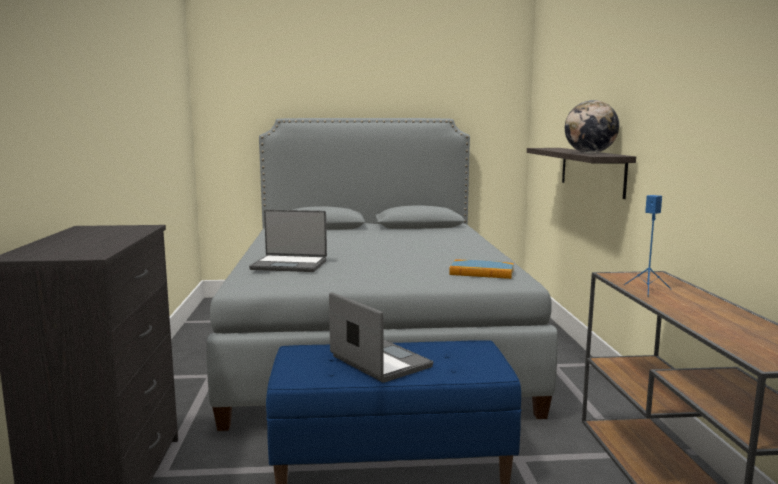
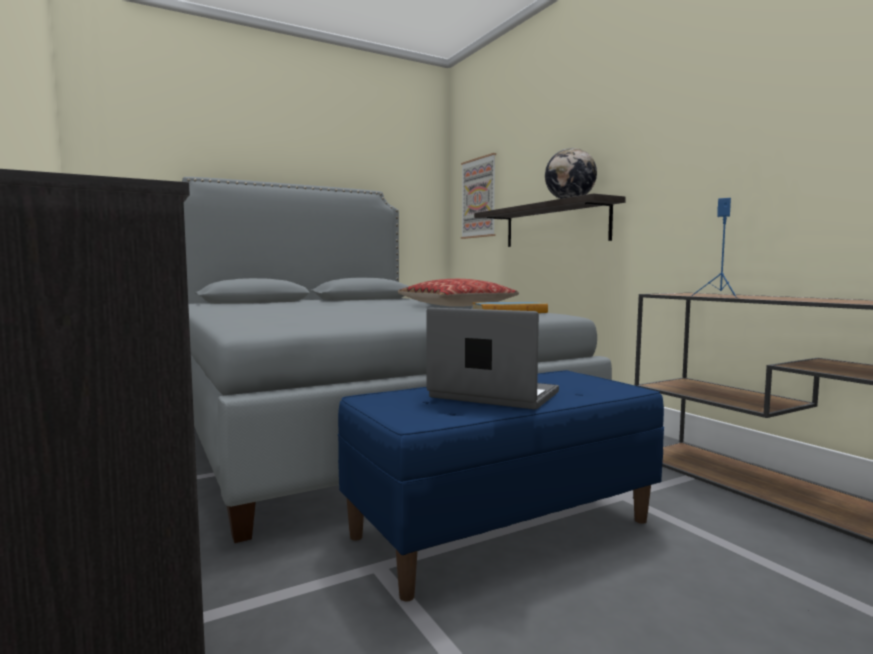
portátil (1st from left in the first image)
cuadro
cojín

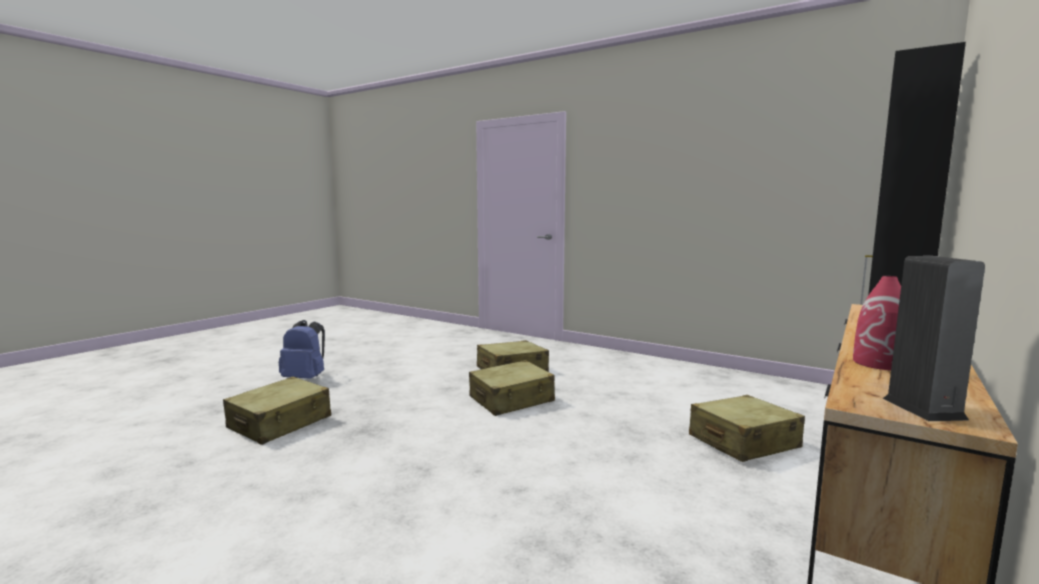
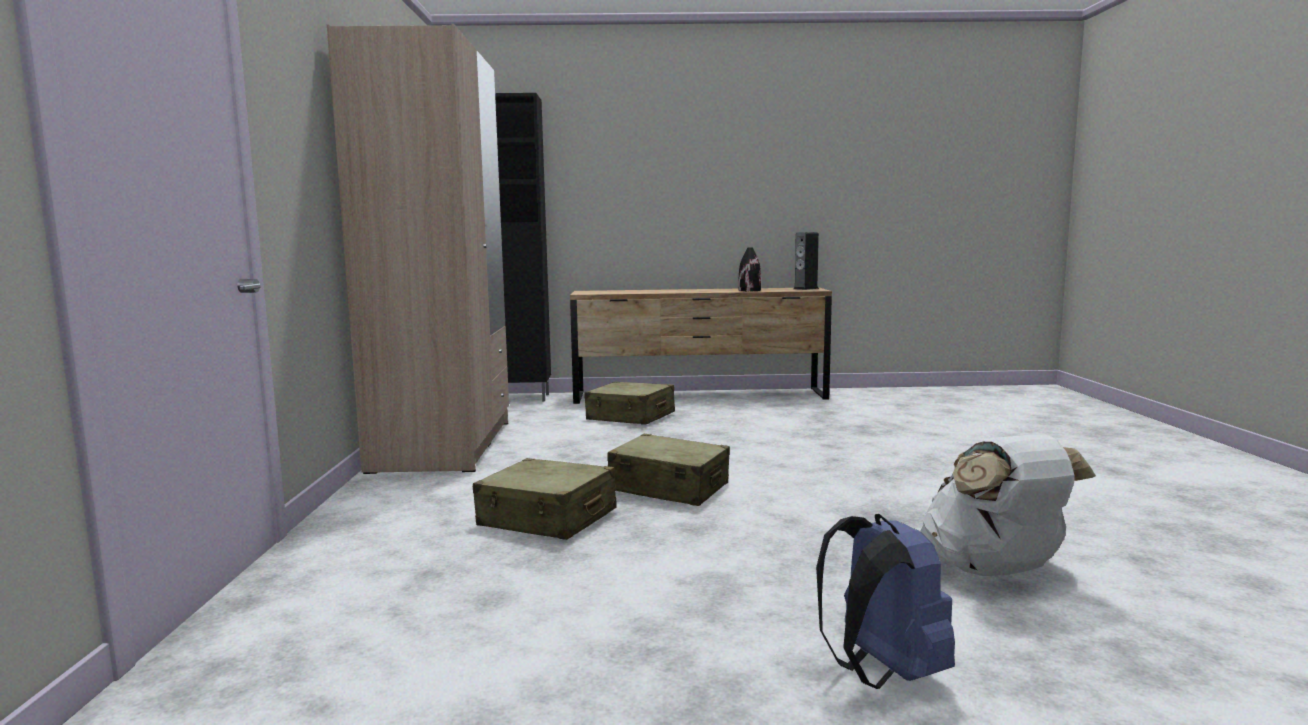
florero (negro)
mochila (blanco)
armario ropero (beis)

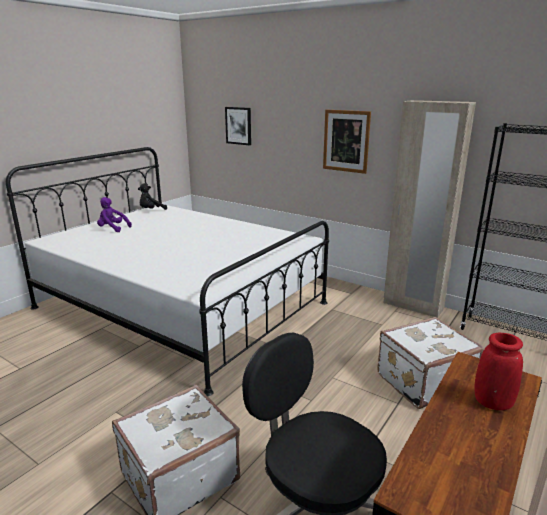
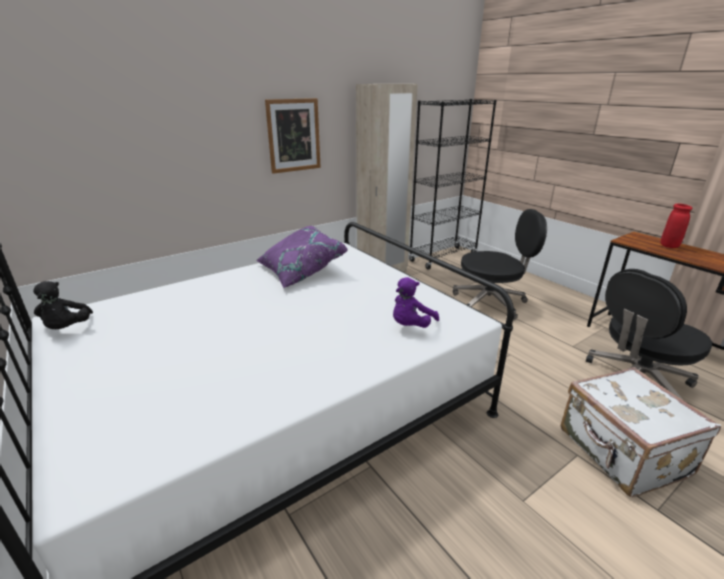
cuadro (1st from left in the first image)
peluche (morado)
silla de oficina (negro) (1st from left)
cojín (morado)

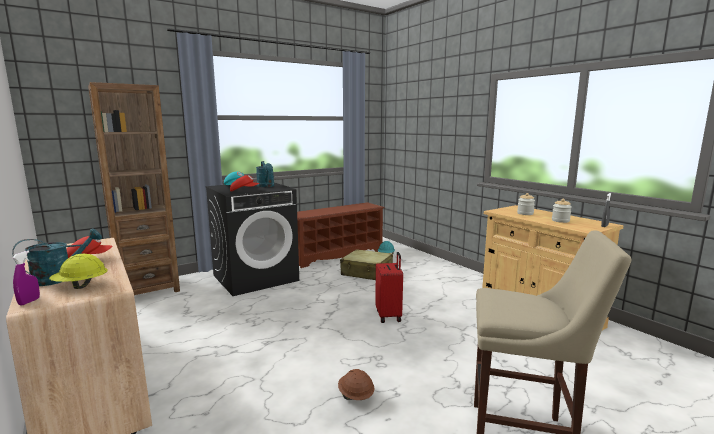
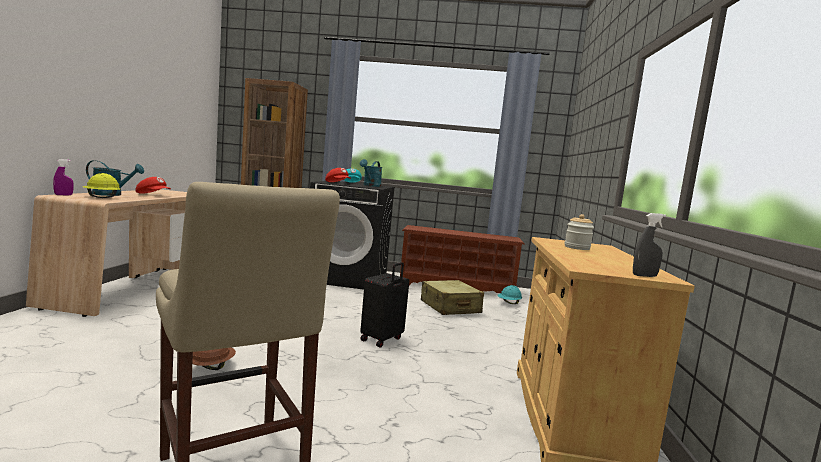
tarro (2nd from left in the first image)
maleta (negro)

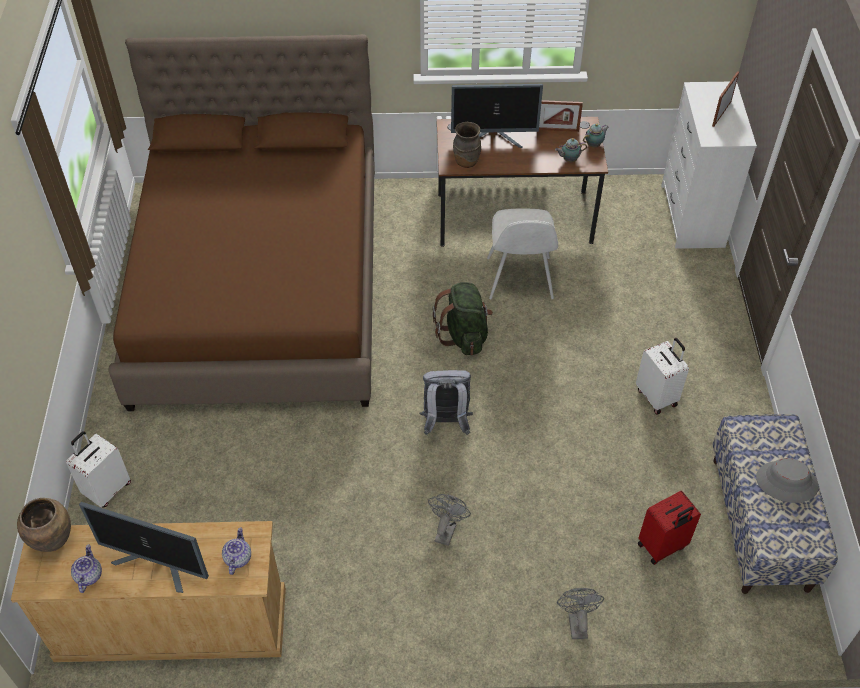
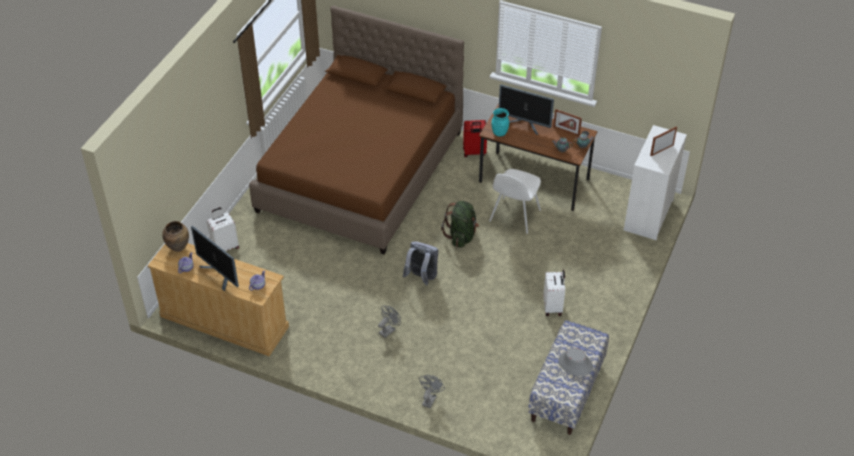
florero (turquesa)
maleta (rojo)

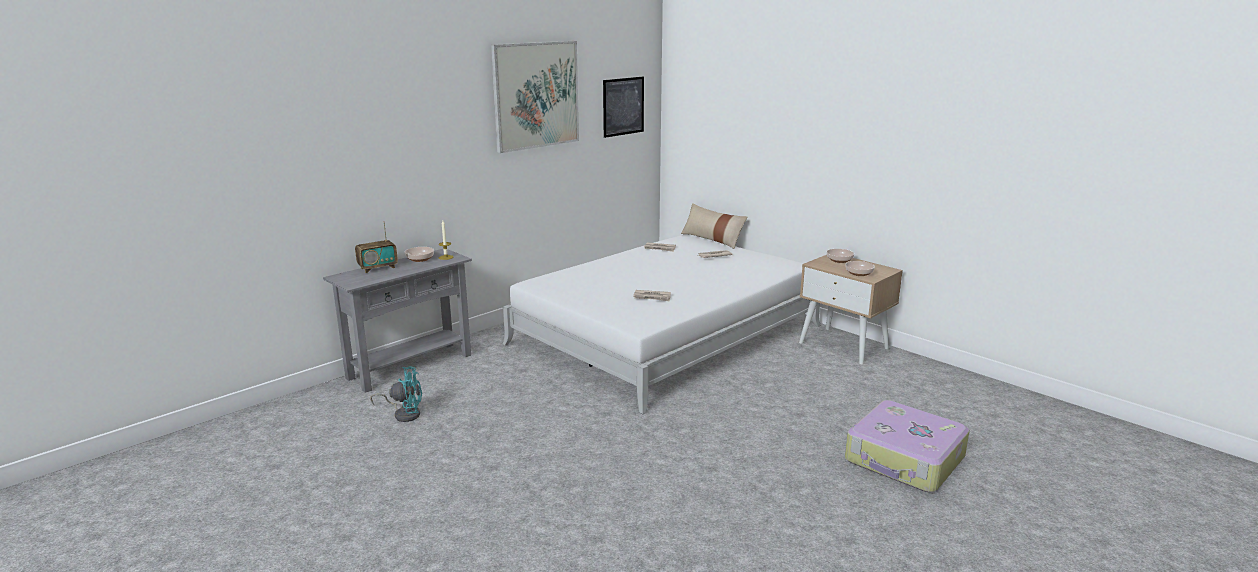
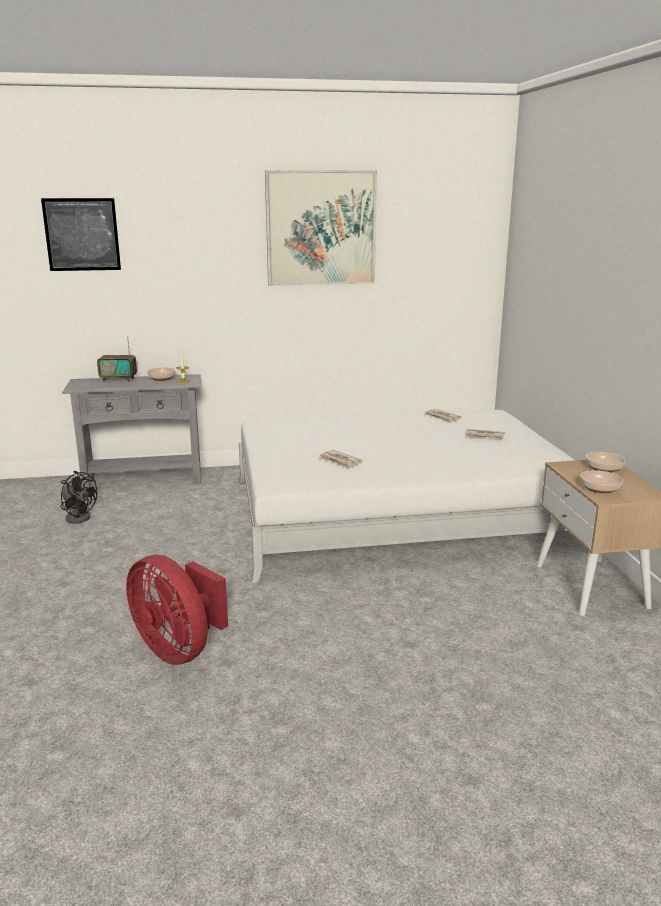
cuadro (1st from left)
cojín (beis)
ventilador (negro)
maleta
ventilador (rojo)

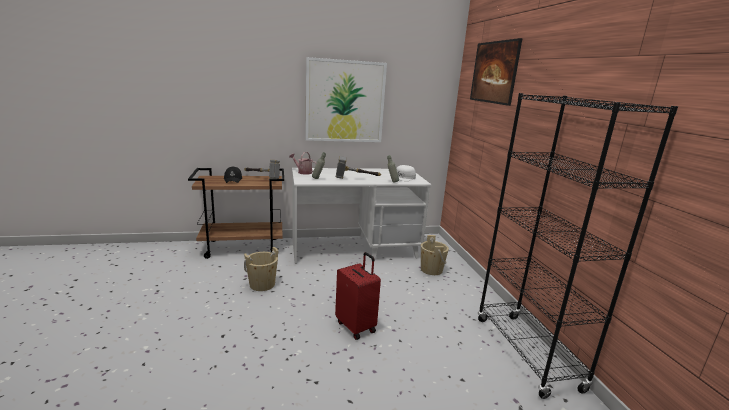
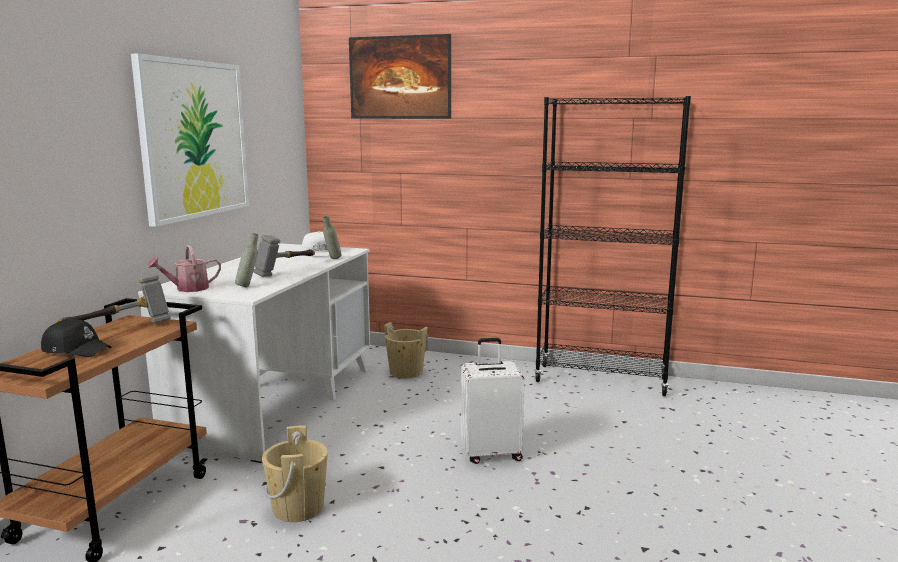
maleta (blanco)

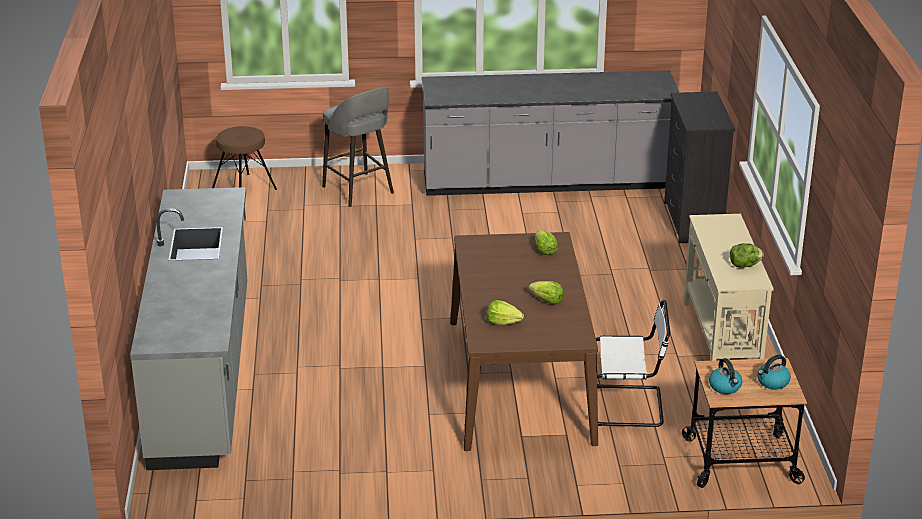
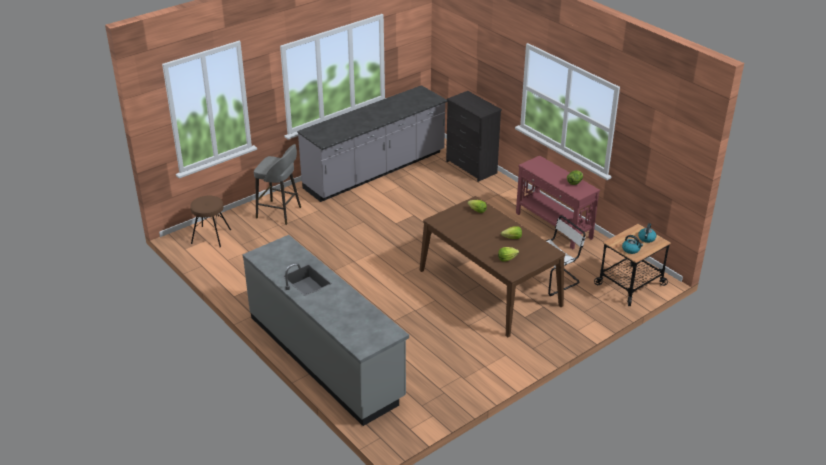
mesa consola (rojo)

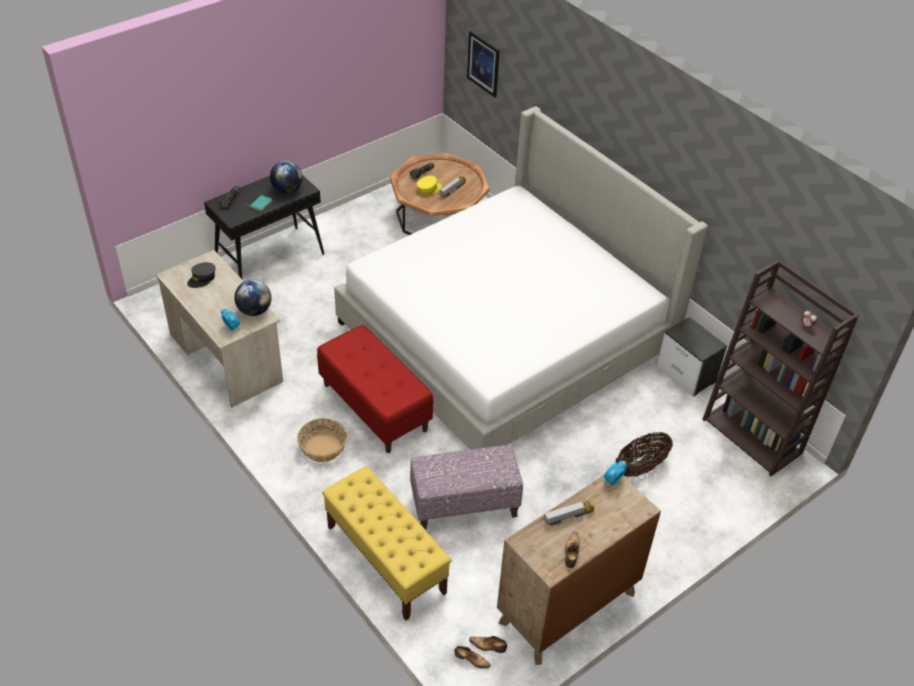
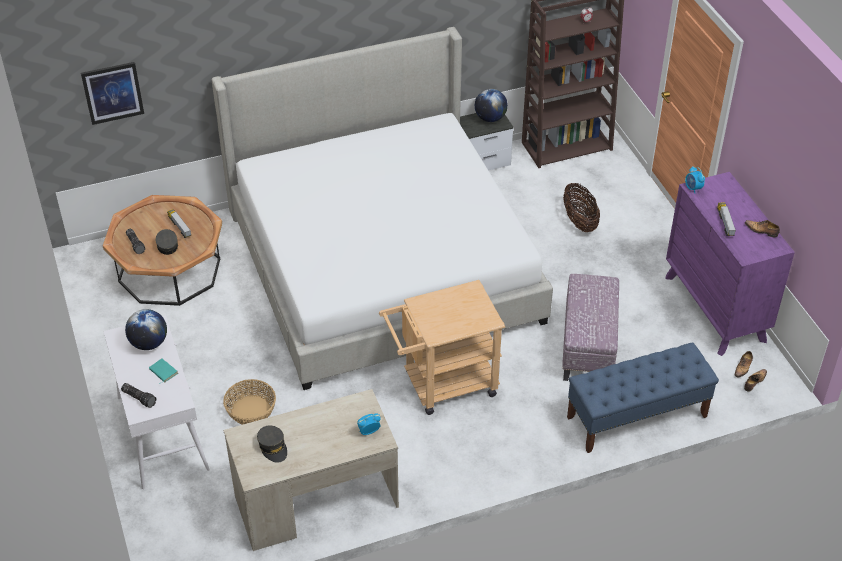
mesa consola (blanco)
gorra (gris) (1st from left)
globo terráqueo (2nd from left)
carrito (beis)
cesta (1st from left)
banco (azul)
cómoda (morado)

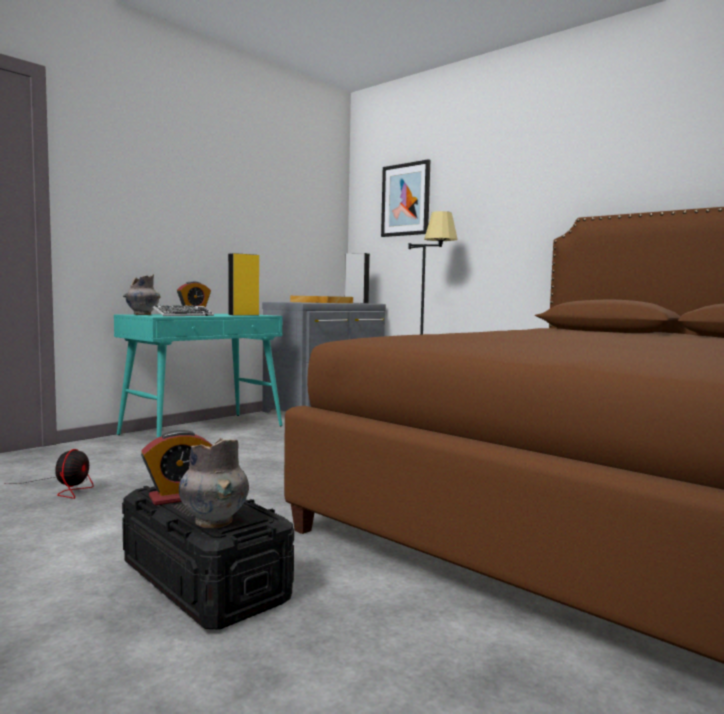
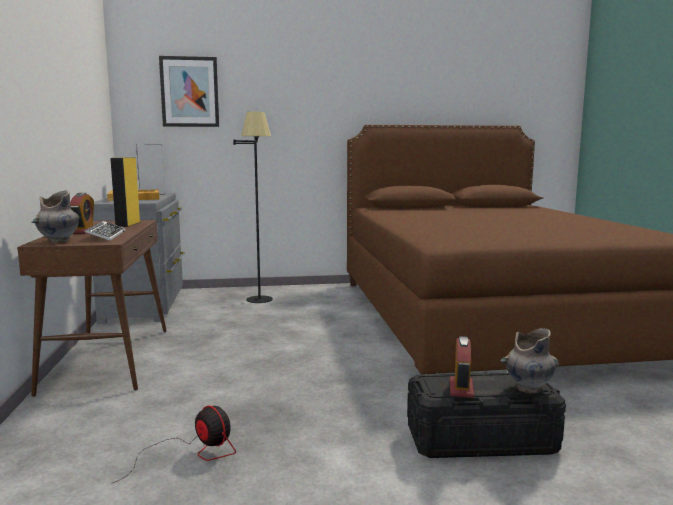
mesa consola (marrón)

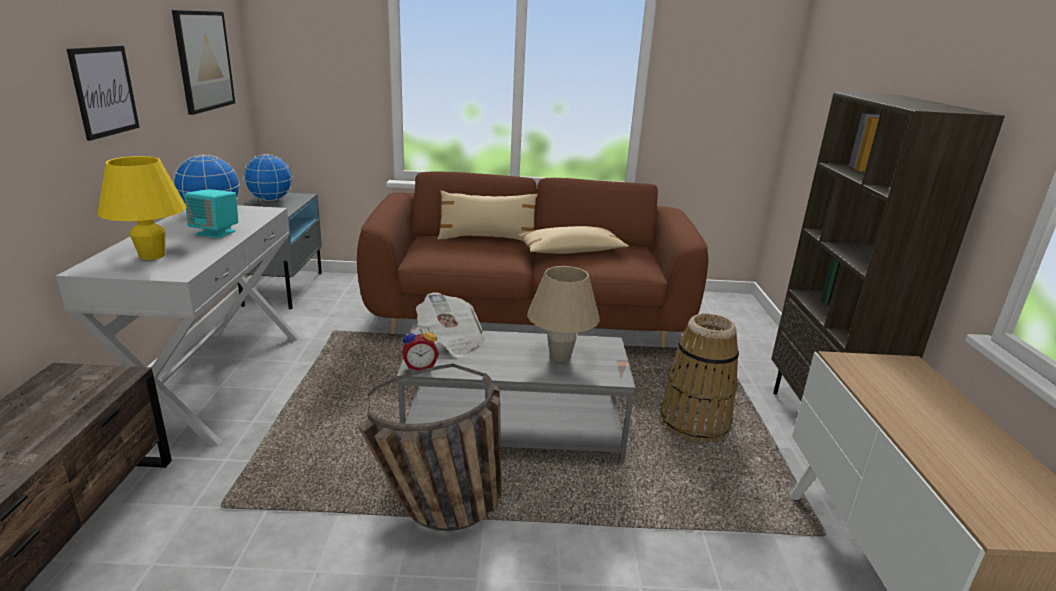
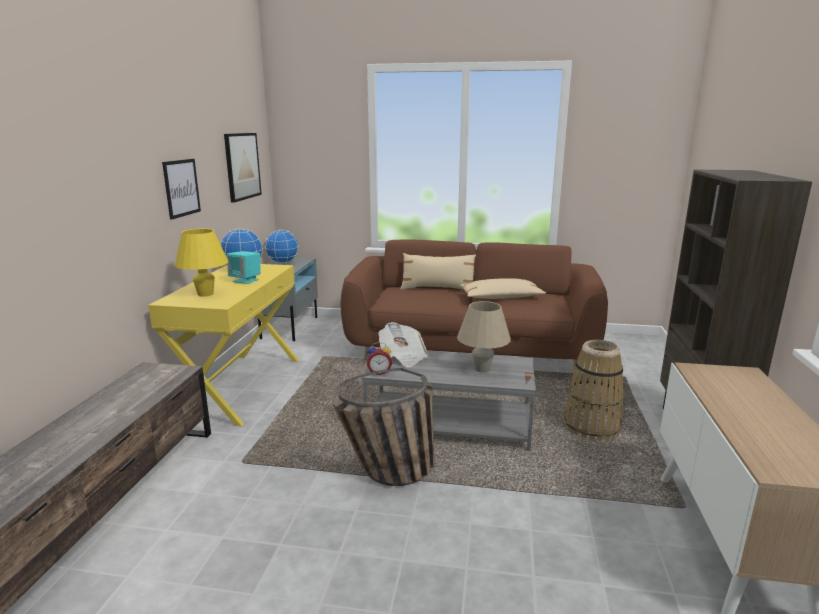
mesa consola (amarillo)

